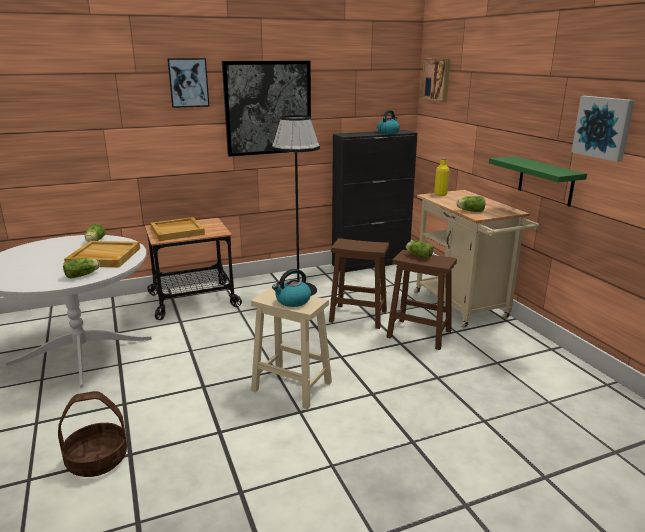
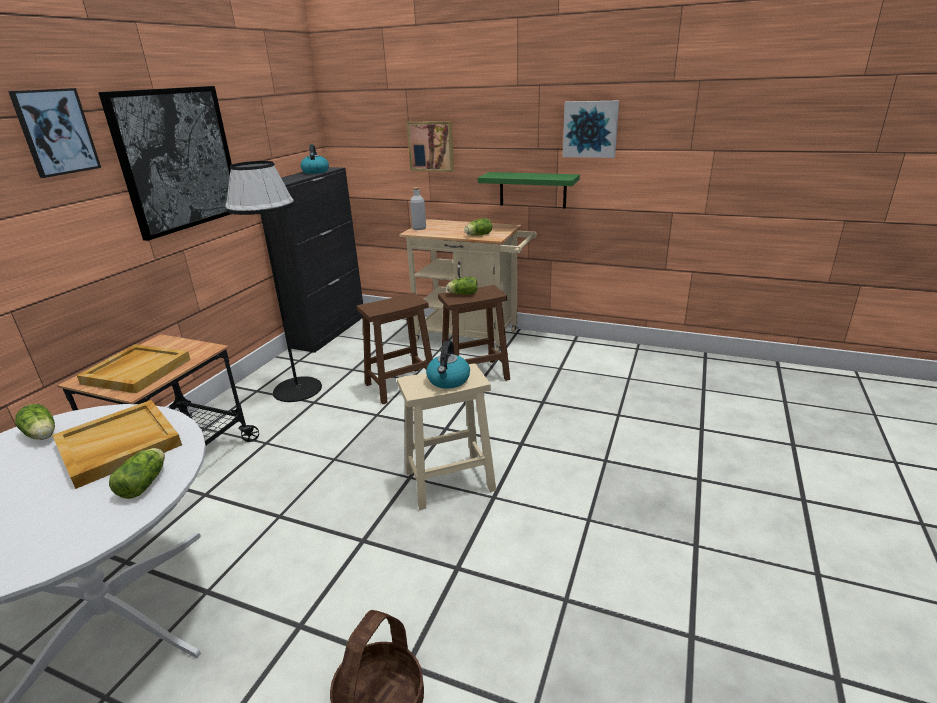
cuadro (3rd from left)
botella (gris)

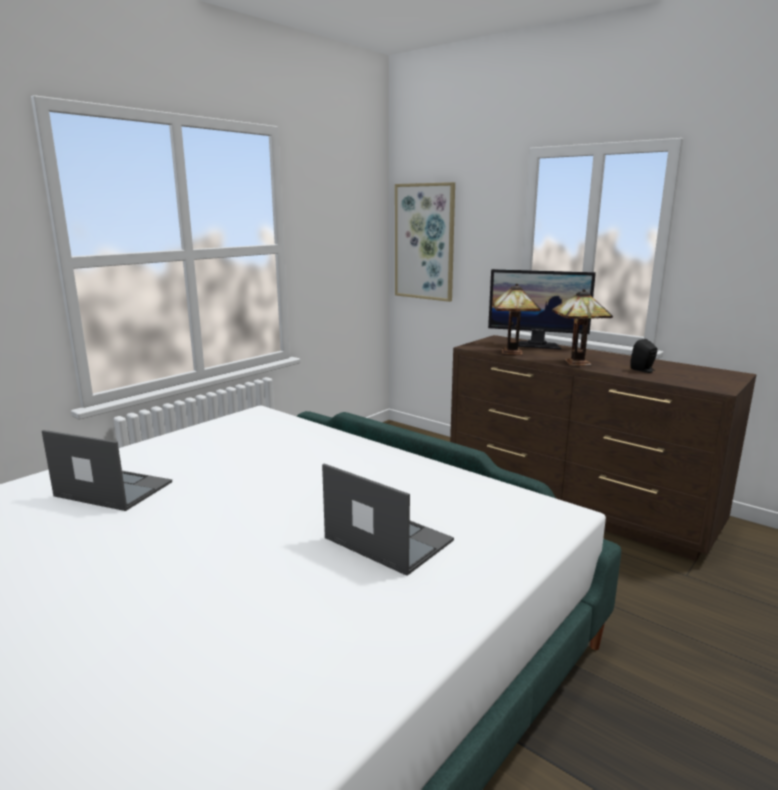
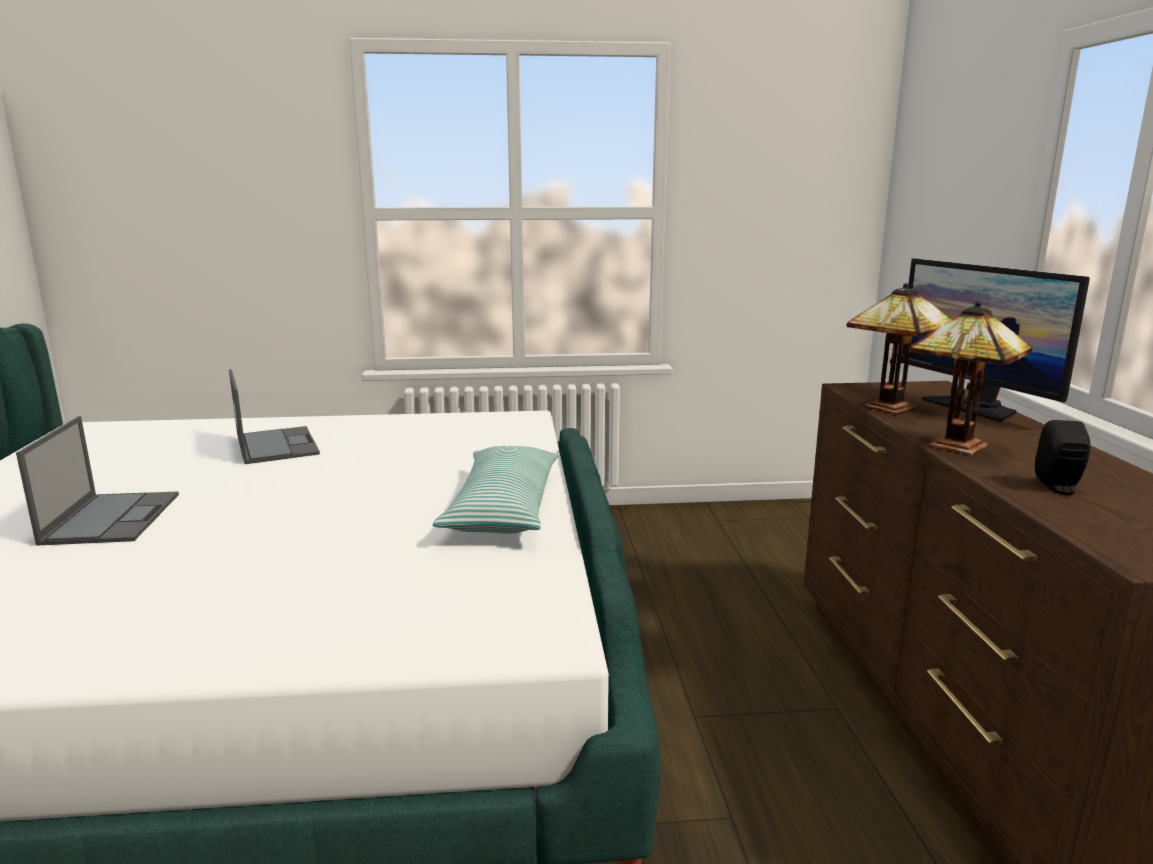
cuadro
portátil (1st from left)
cojín

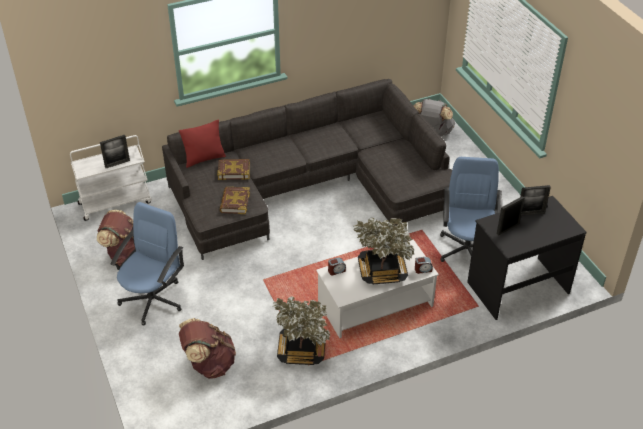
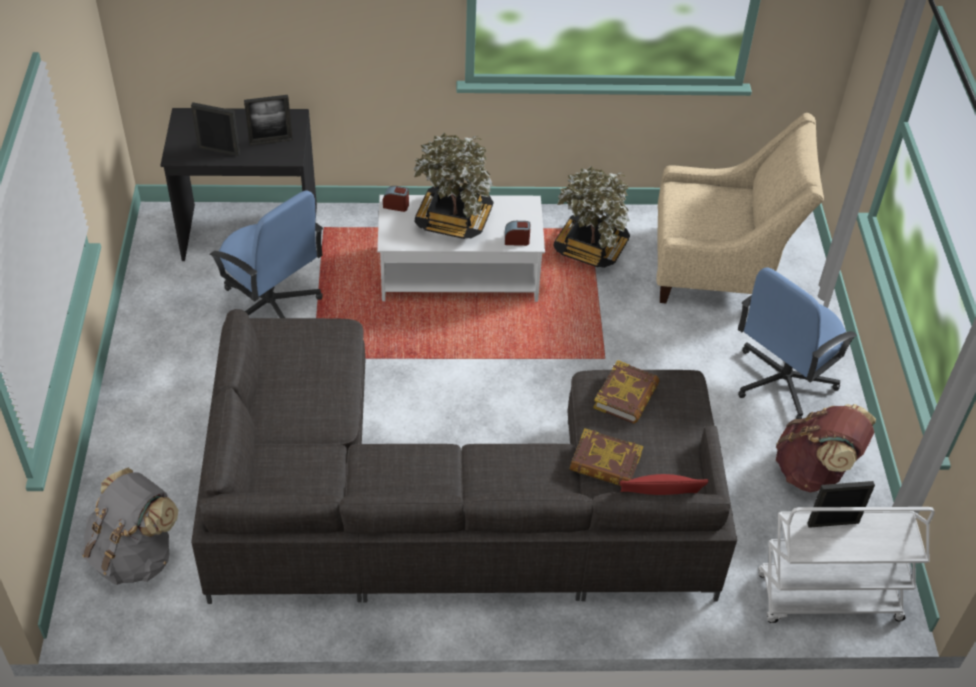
silla de oficina (azul) (1st from left)
sillón (beis)

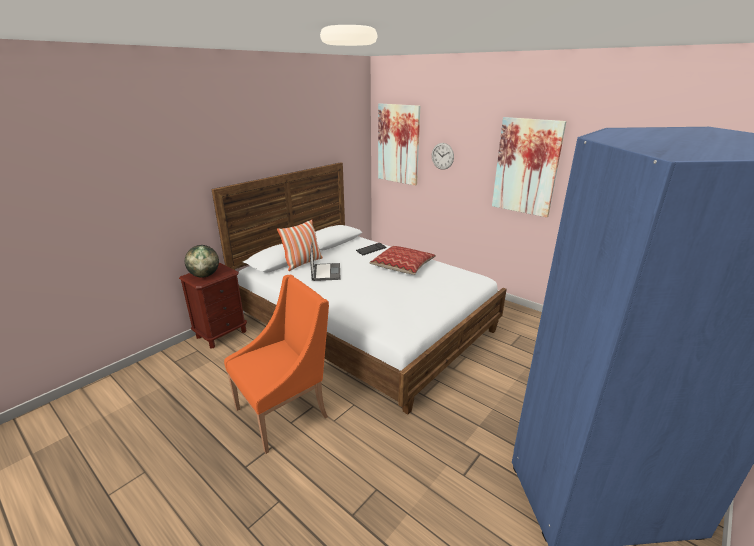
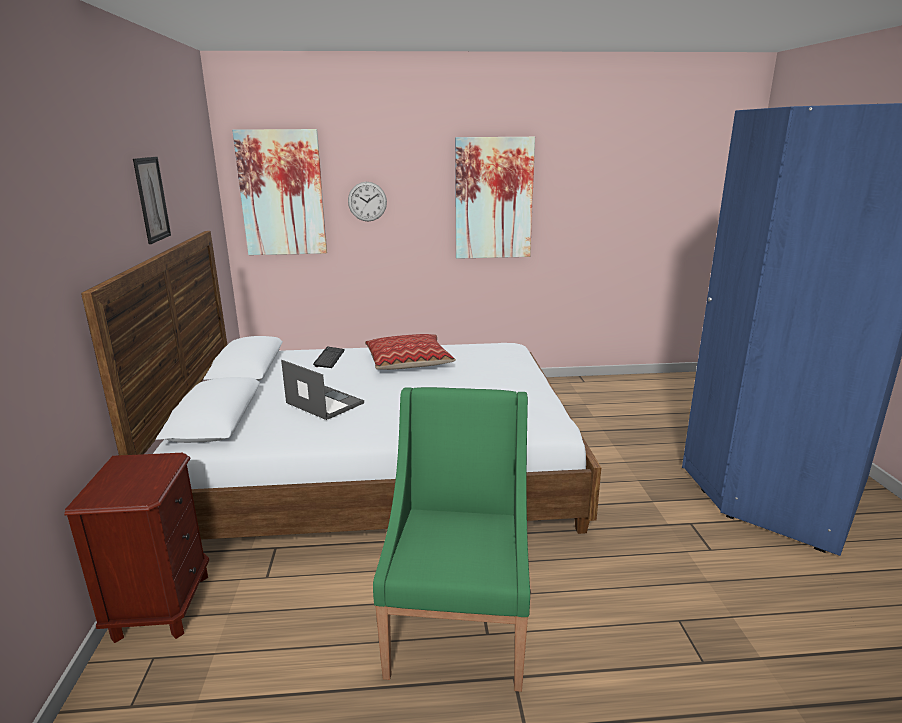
cojín (1st from left in the first image)
globo terráqueo
sillón (verde)
cuadro (1st from left)

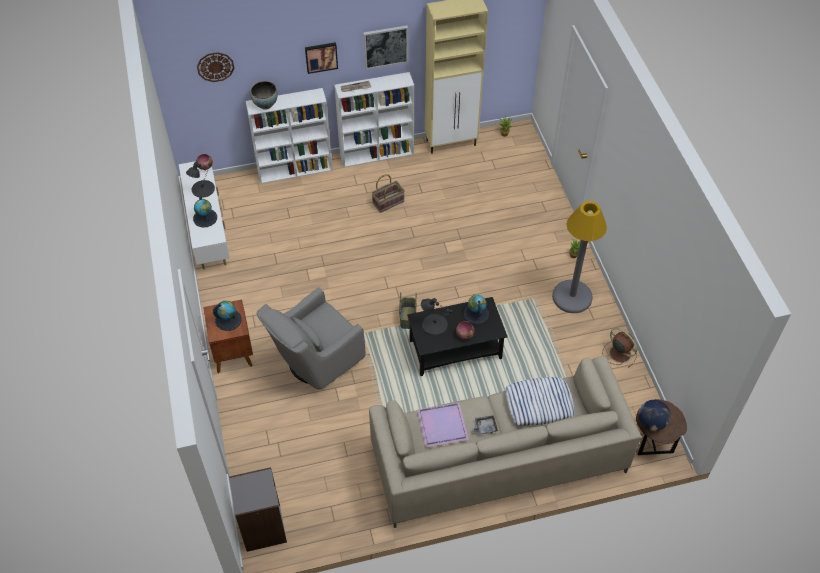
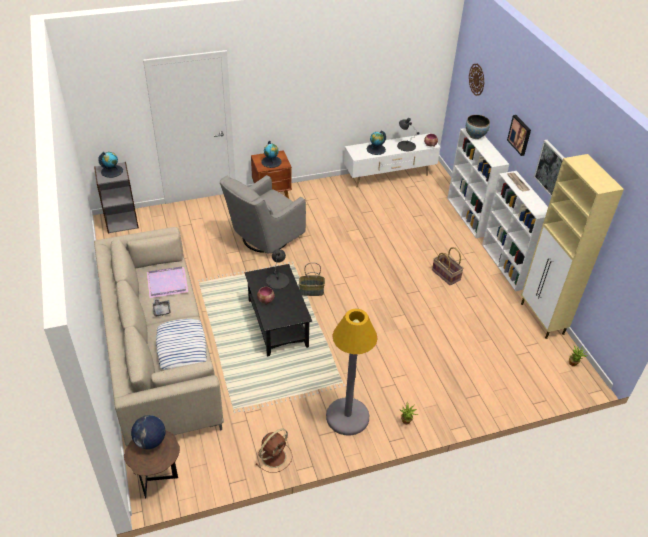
sillón (gris)
globo terráqueo (1st from left)

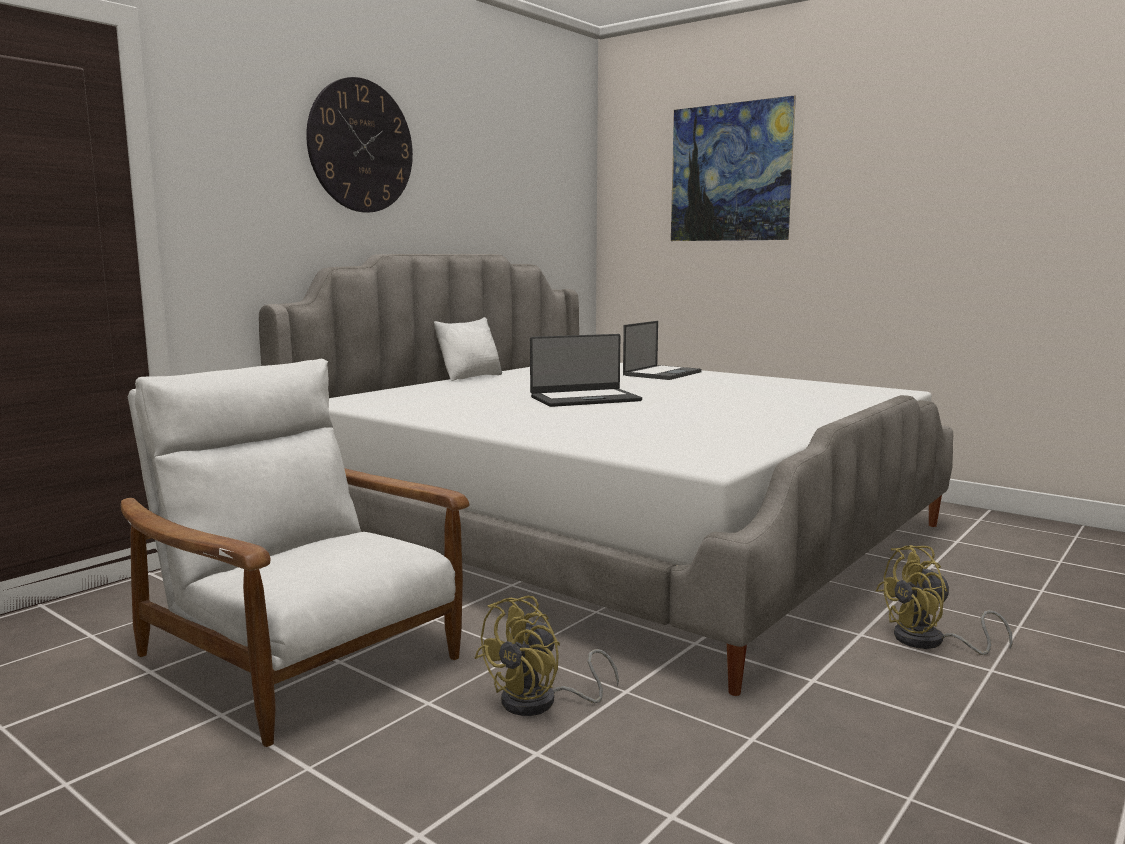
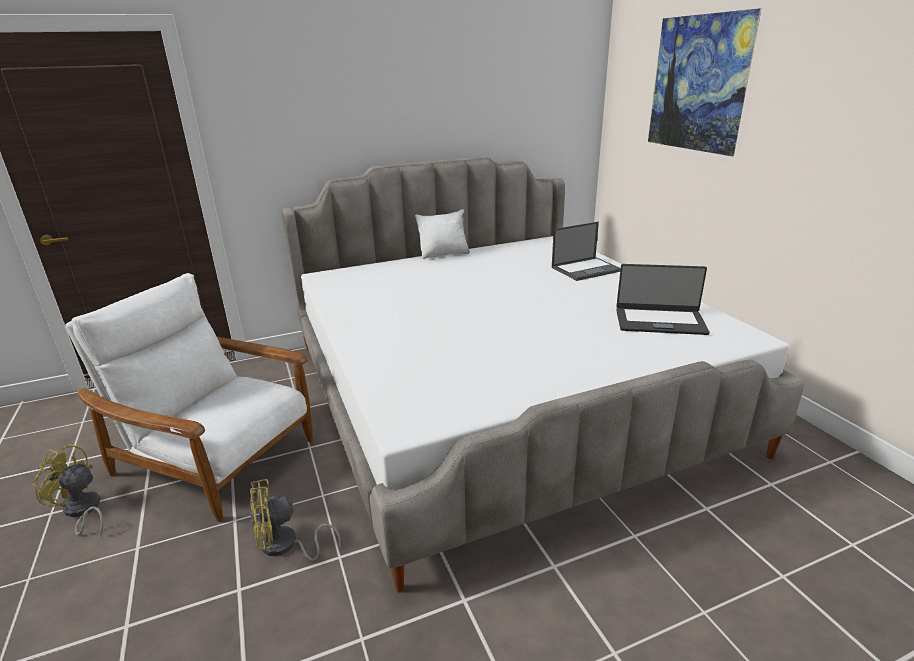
reloj de pared
portátil (2nd from left)
sillón (blanco)
ventilador (amarillo) (1st from left)

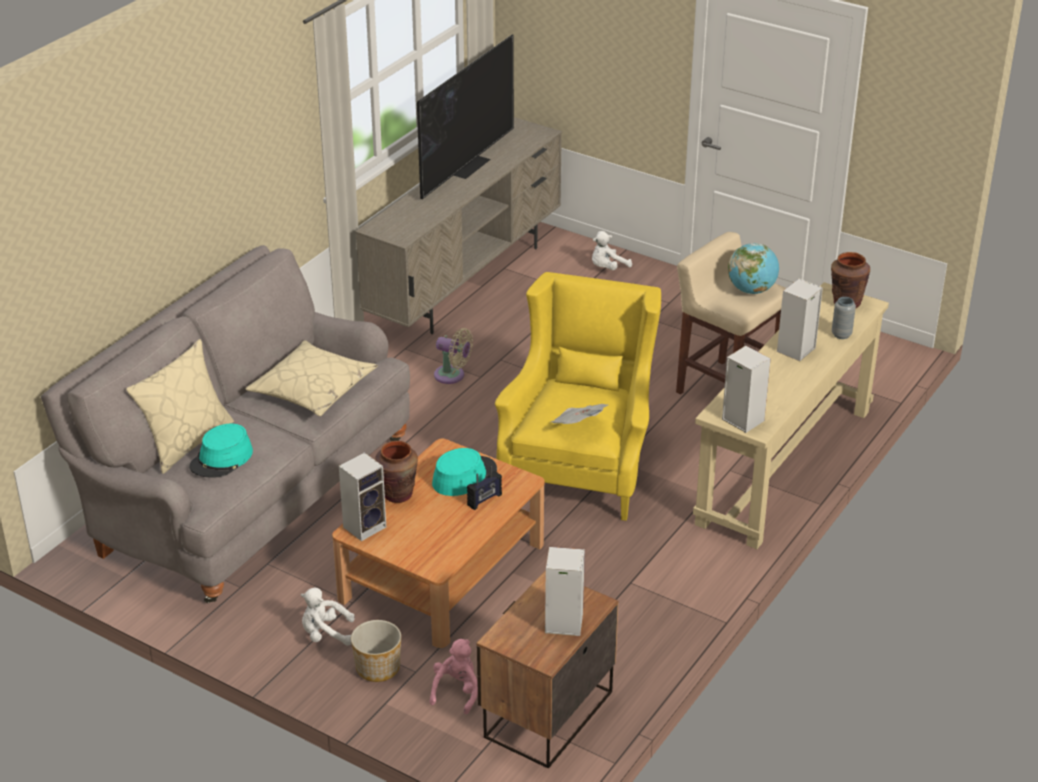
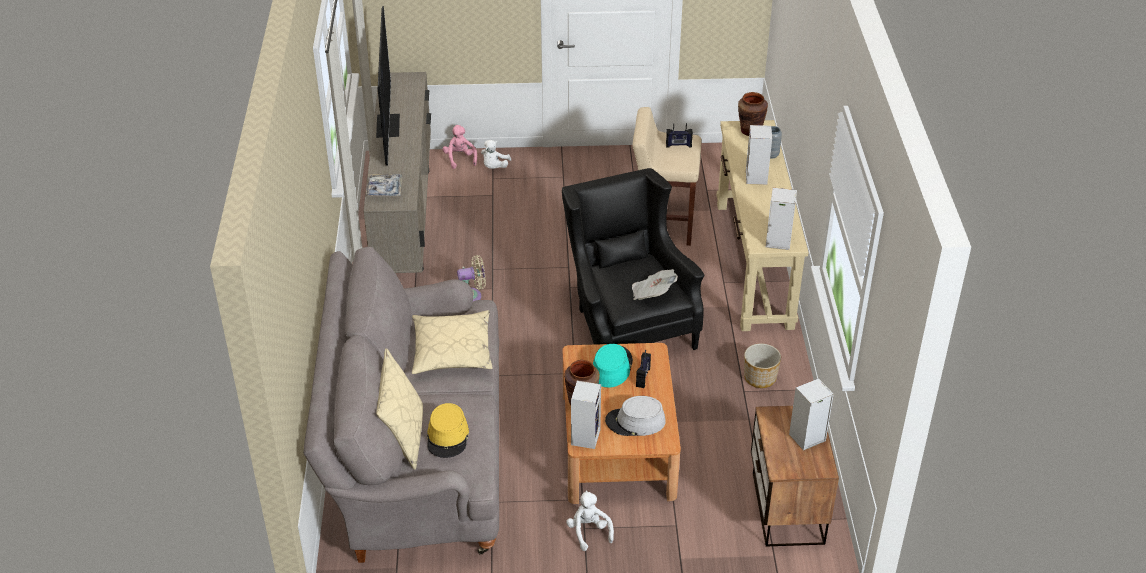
radio (2nd from left)
sillón (negro)
sombrero (amarillo)
peluche (blanco) (2nd from left)
maceta
peluche (rosa)
bandeja
sombrero (gris)

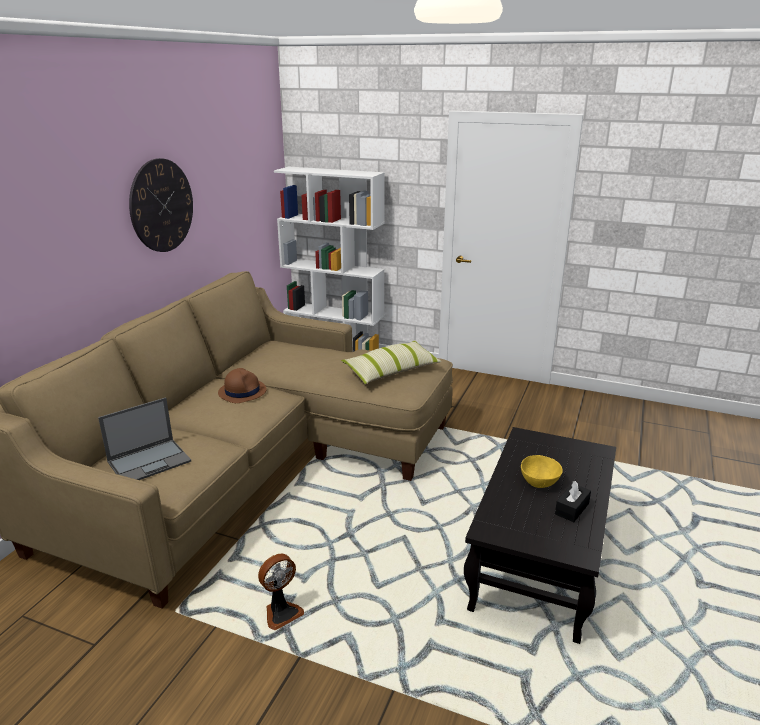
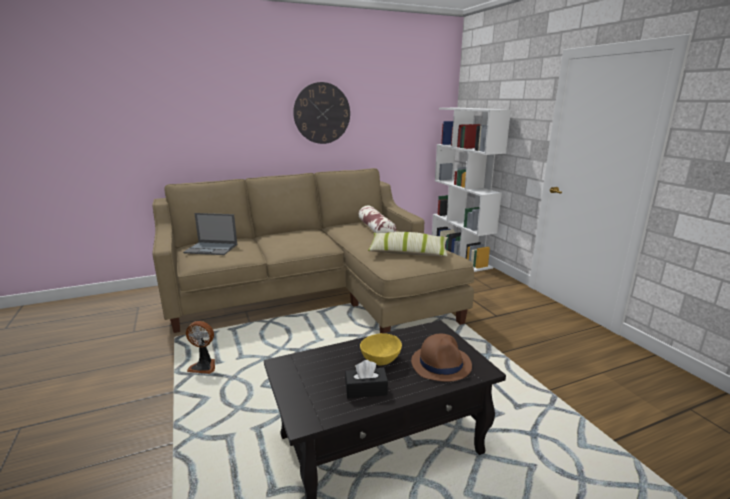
sombrero (marrón)
cojín (1st from left)

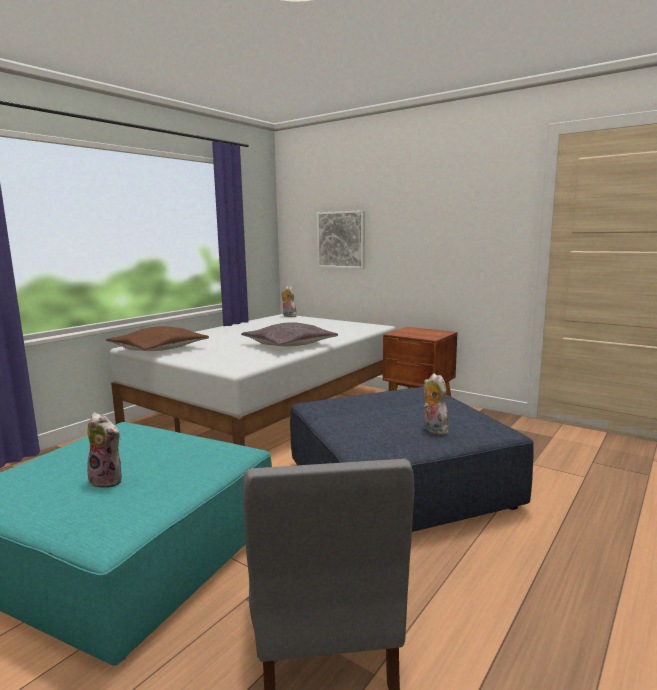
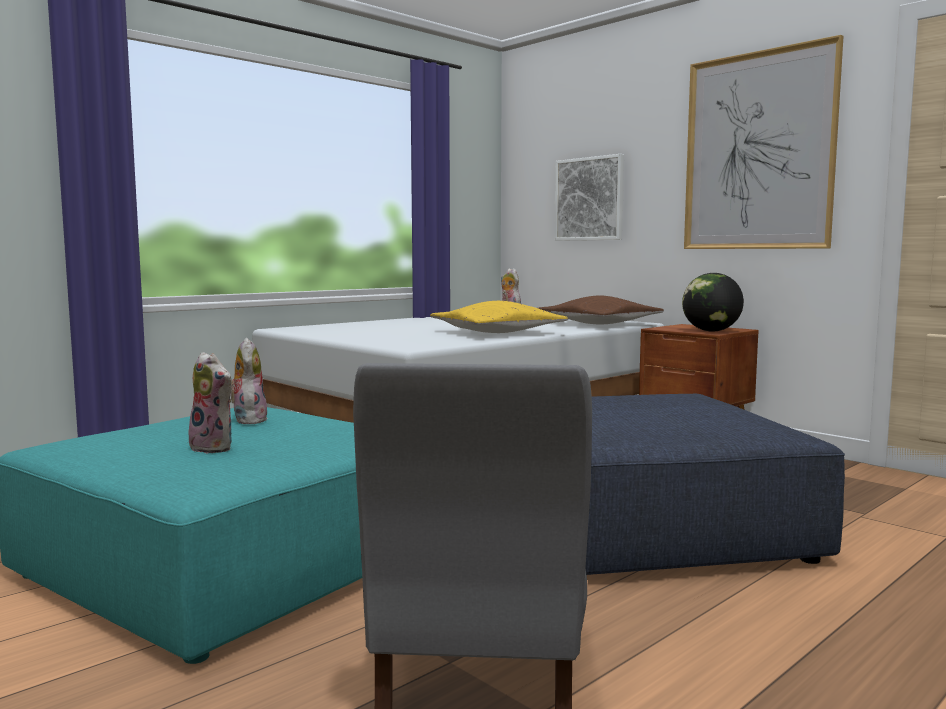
cojín (amarillo)
cojín (marrón)
peluche (2nd from left)
cuadro (2nd from left)
globo terráqueo

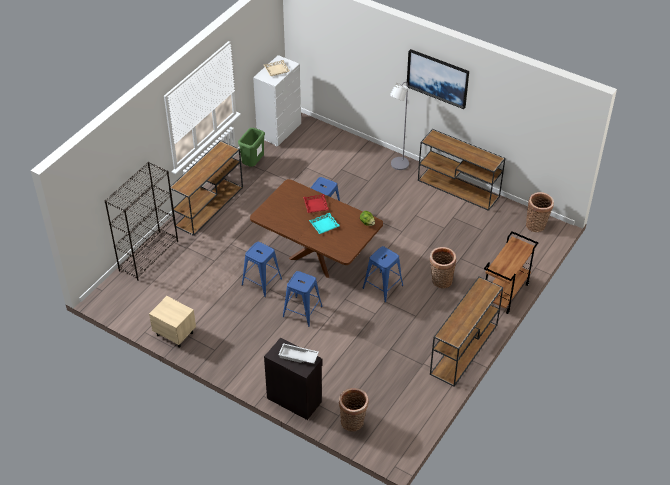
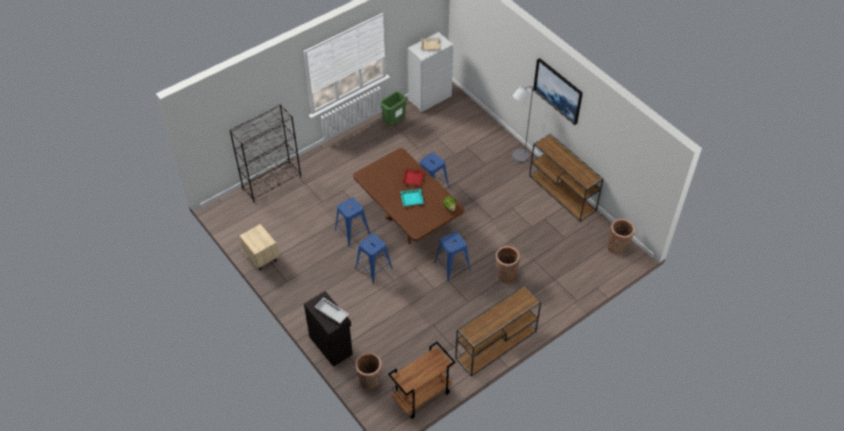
mesa consola (marrón) (1st from left in the first image)
carrito (marrón)

